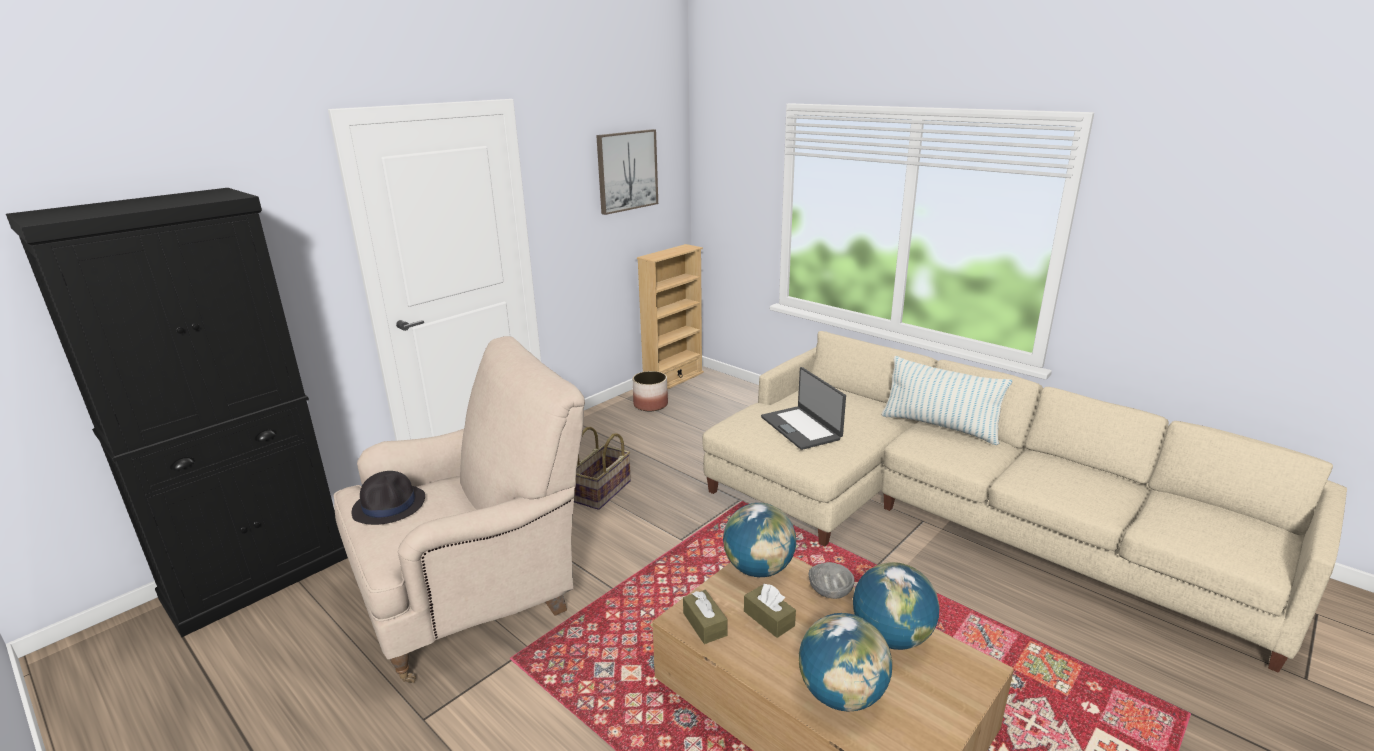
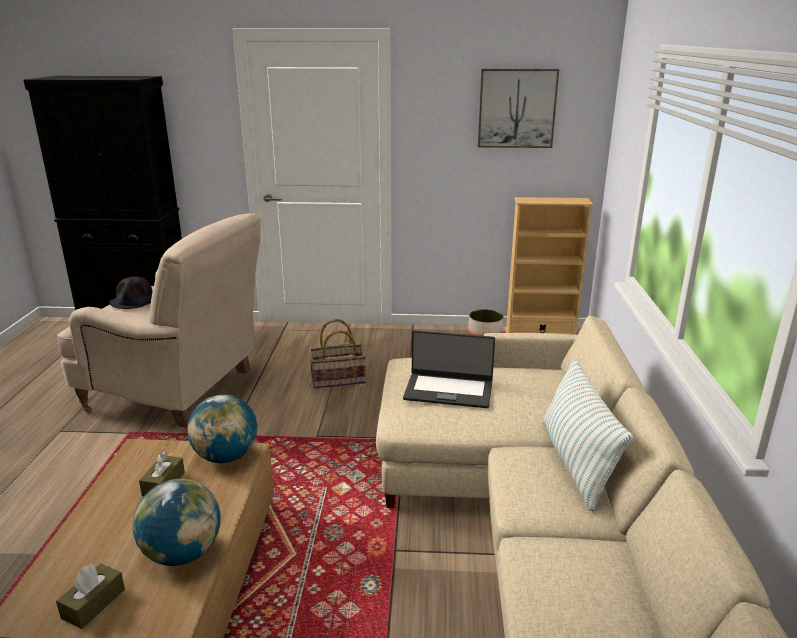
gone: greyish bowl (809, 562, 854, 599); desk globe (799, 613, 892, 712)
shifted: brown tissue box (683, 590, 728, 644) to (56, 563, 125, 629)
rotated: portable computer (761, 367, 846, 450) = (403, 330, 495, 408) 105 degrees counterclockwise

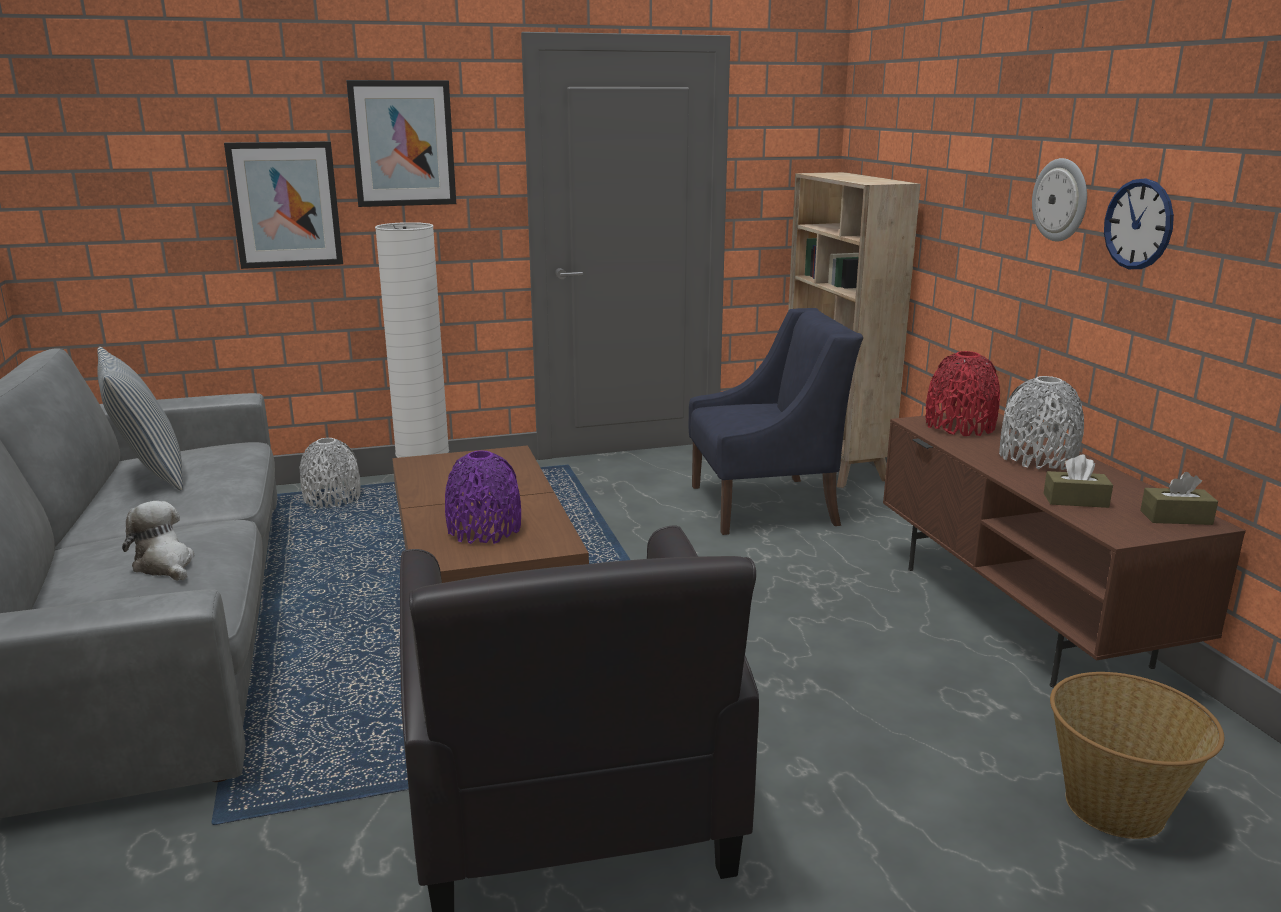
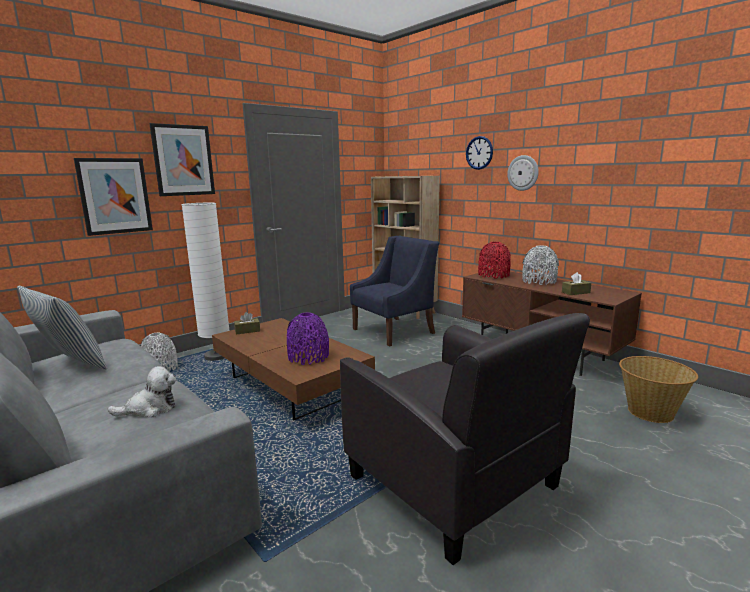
shifted: hanging clock (1104, 179, 1174, 269) to (466, 136, 493, 170); brown tissue box (1140, 472, 1218, 525) to (234, 312, 260, 335)
rotated: plush toy (122, 501, 194, 581) = (107, 366, 177, 418) 135 degrees clockwise

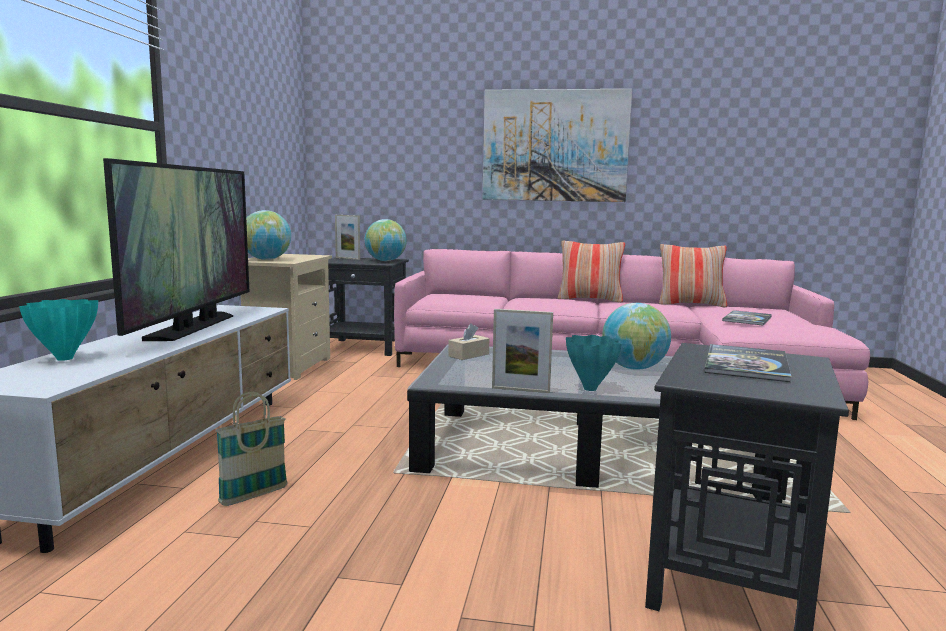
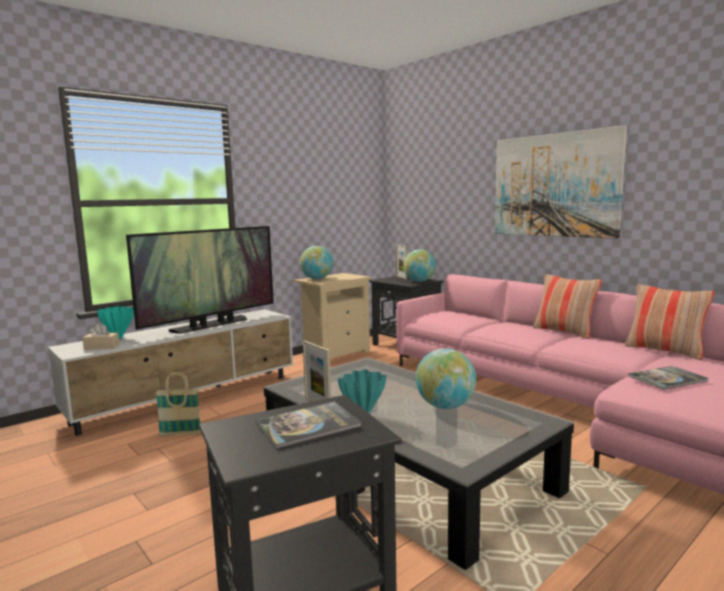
shifted: beige-coloured tissue box (448, 323, 489, 360) to (82, 323, 119, 350)

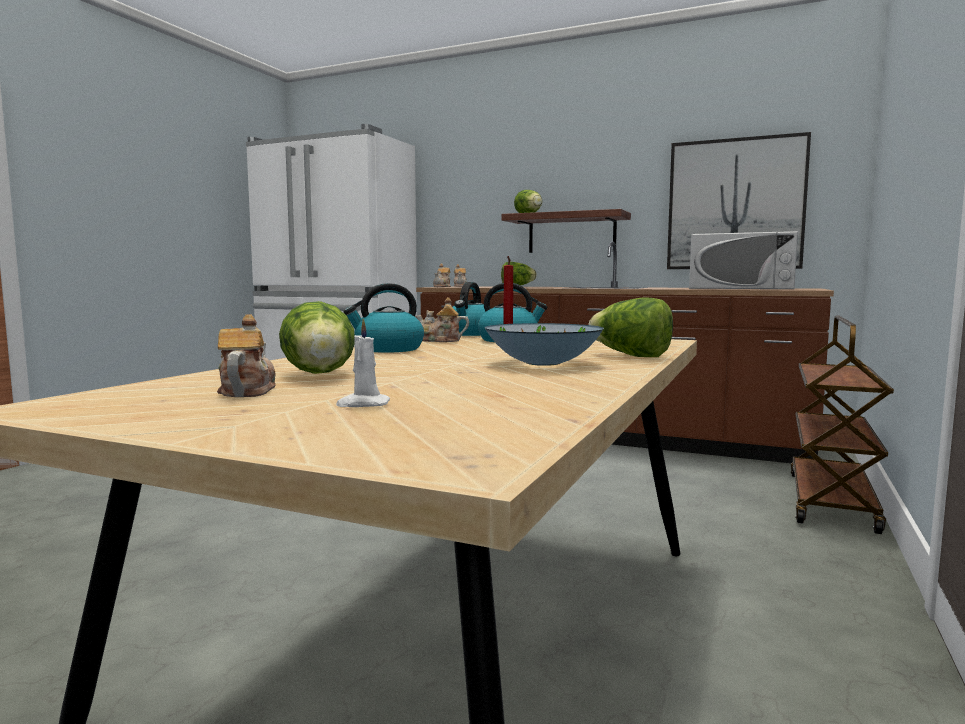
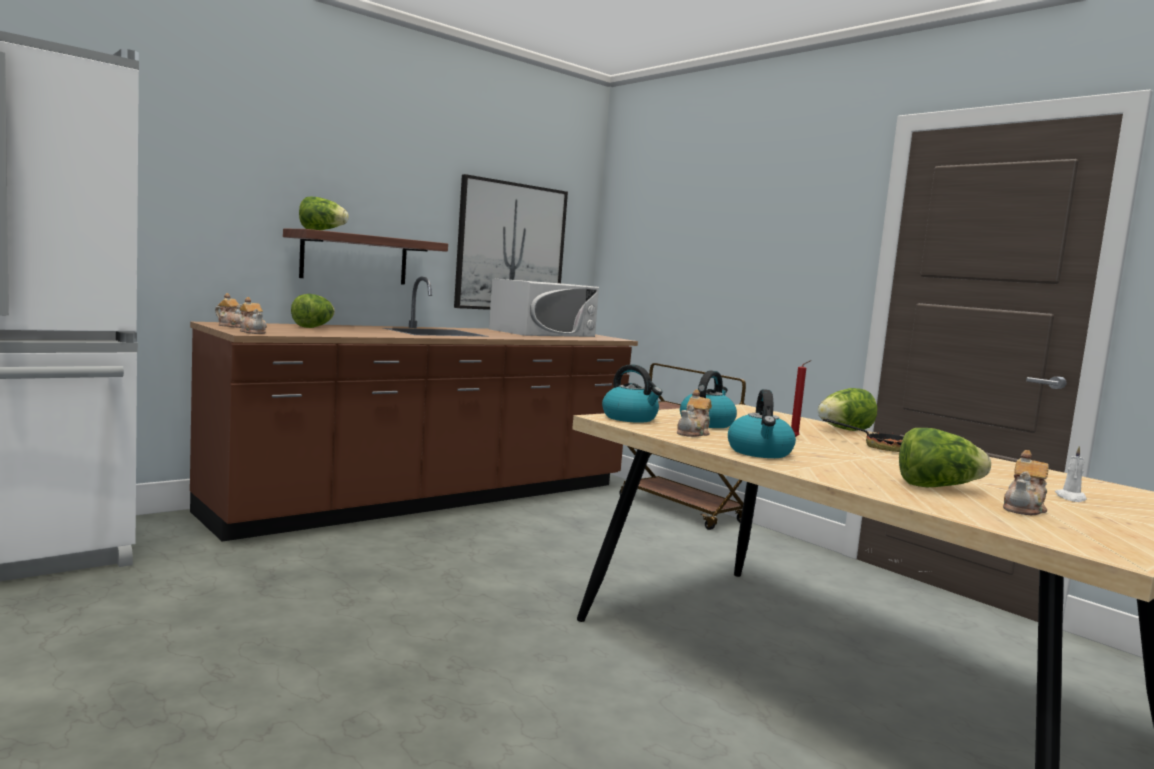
swapped: bowl (484, 323, 604, 366) to frying pan (823, 419, 903, 452)
rotated: pot for tea (217, 314, 276, 397) = (1003, 450, 1049, 515) 75 degrees counterclockwise

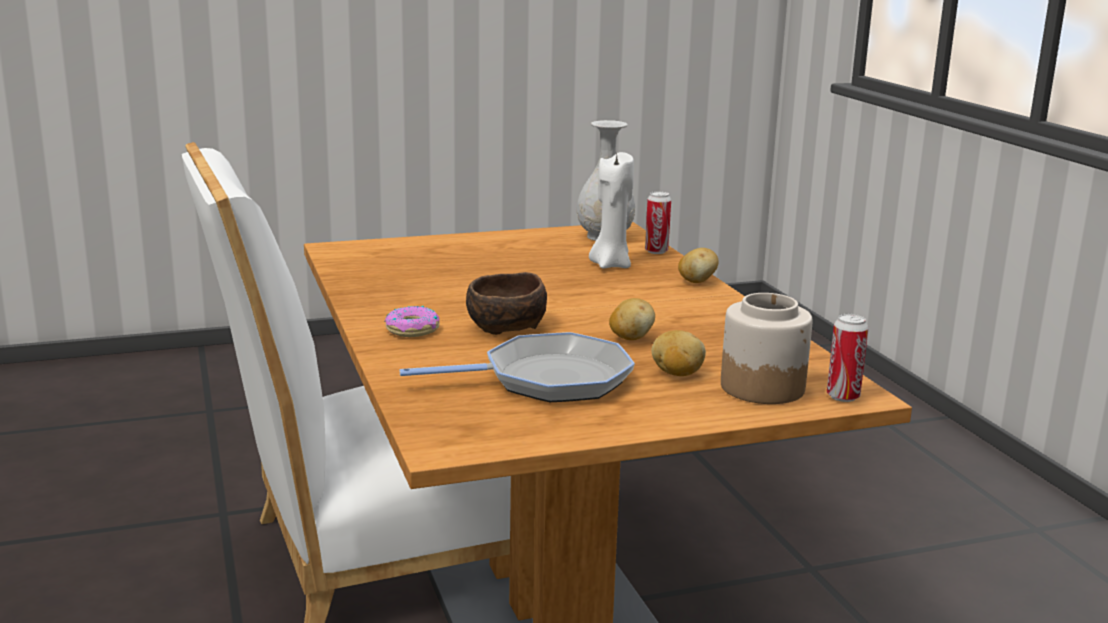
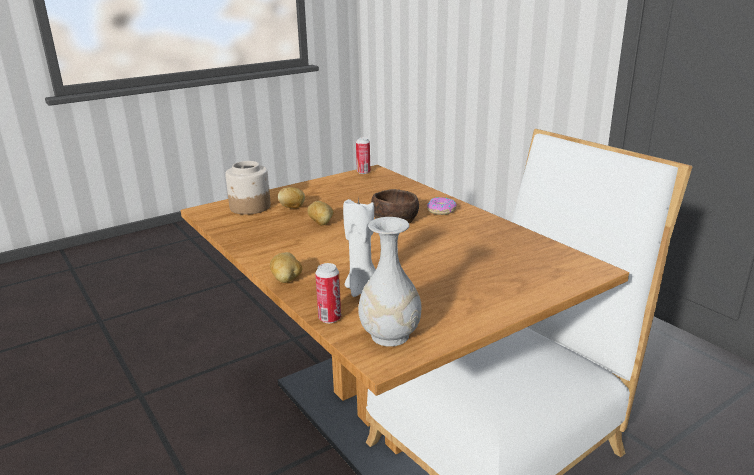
gone: frying pan (399, 332, 635, 402)
shifted: sealed can (827, 314, 869, 402) to (356, 137, 371, 174)

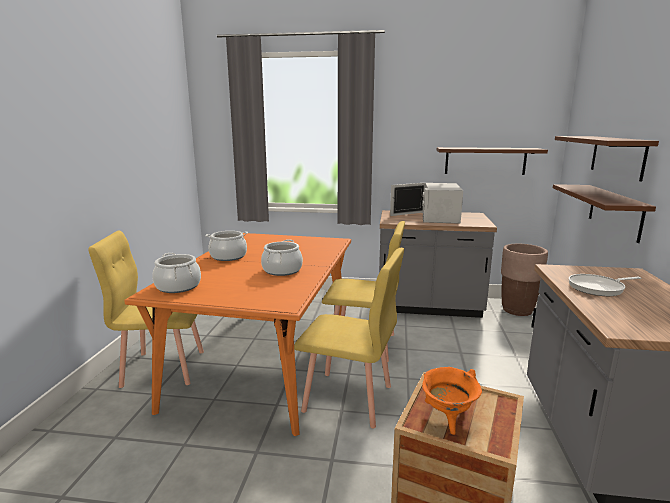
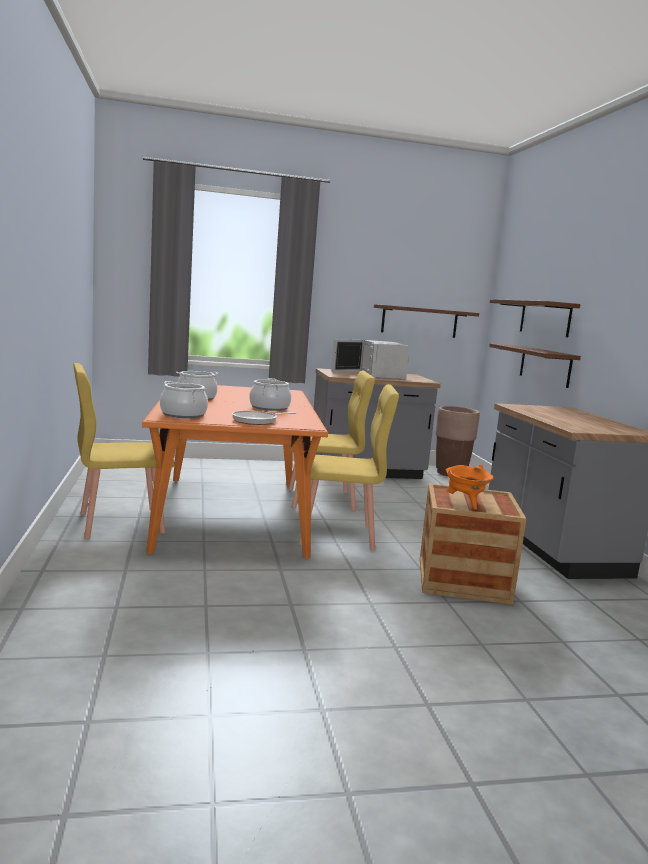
shifted: frying pan (569, 274, 641, 296) to (232, 411, 296, 425)

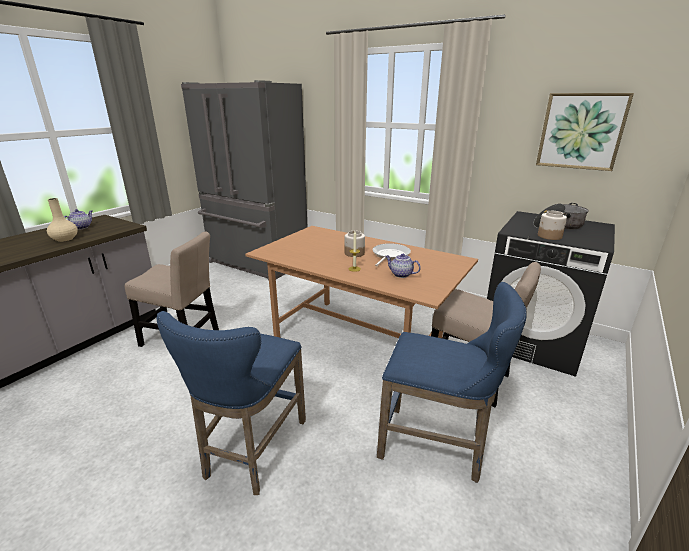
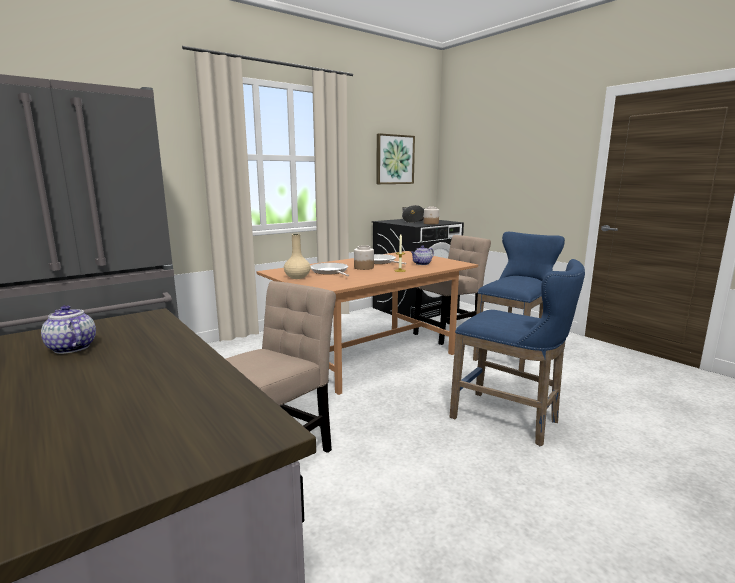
new: frying pan (311, 263, 349, 276)
shifted: beige-coloured decorative vase (47, 198, 78, 242) to (284, 234, 311, 279)

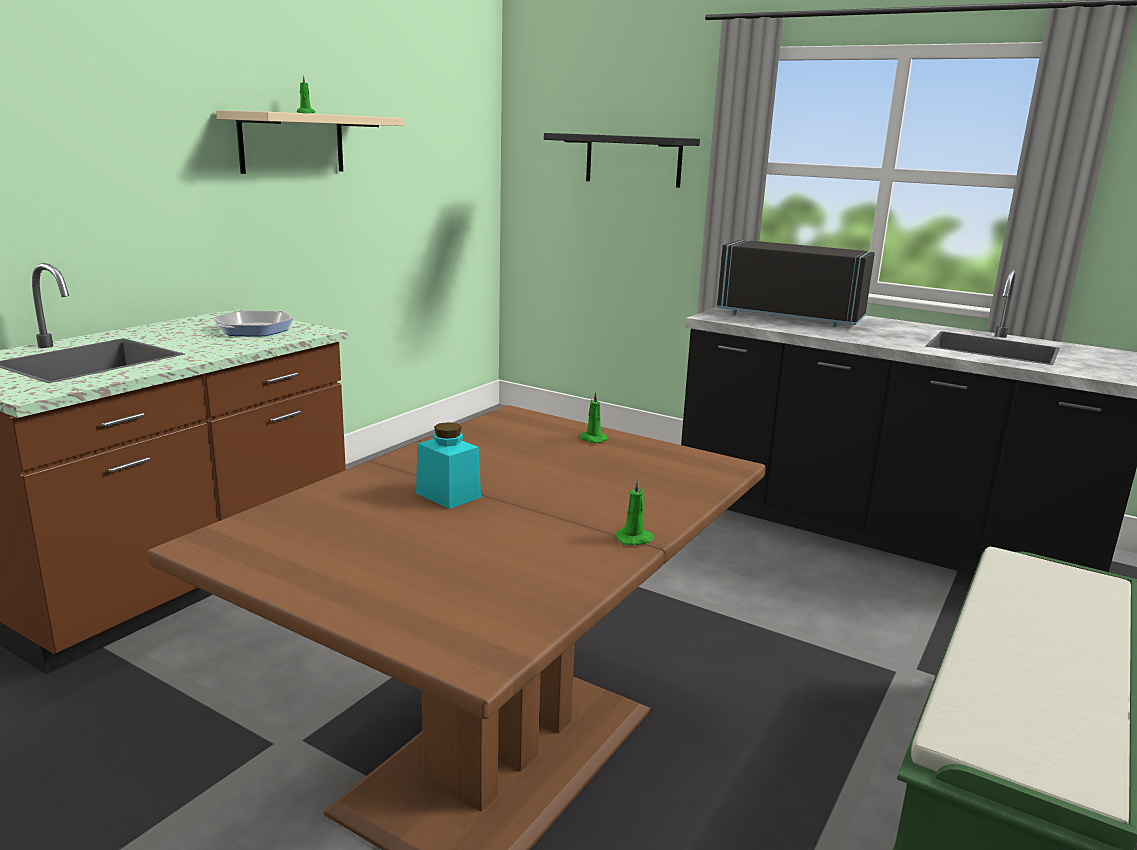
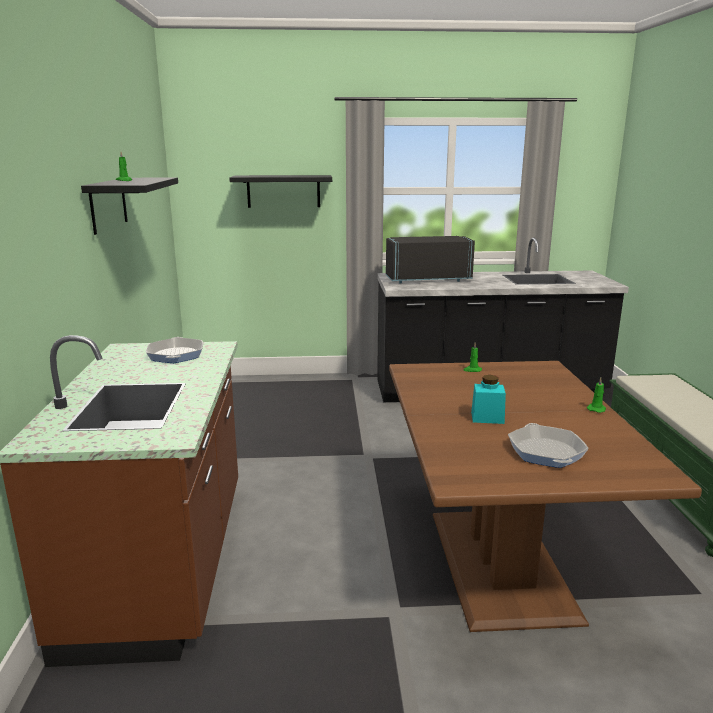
new: frying pan (508, 423, 589, 468)
repainted: beige-coloured bracket shelf (216, 110, 403, 174) to black-coloured bracket shelf (81, 178, 178, 235)

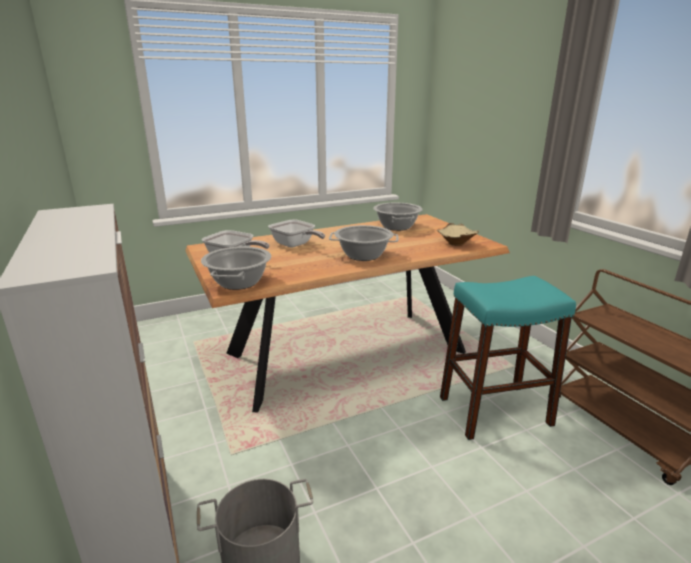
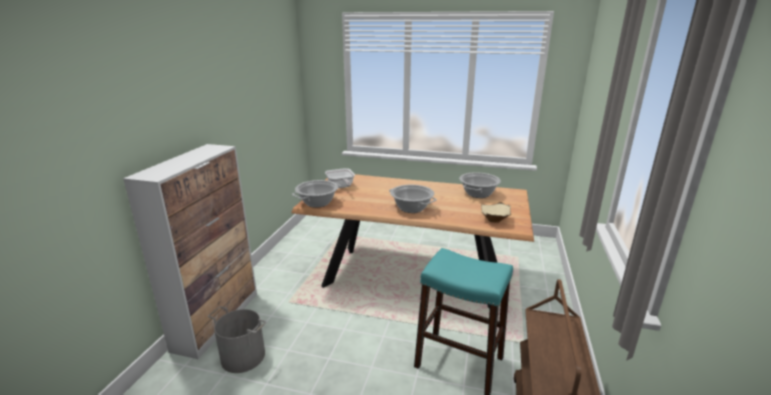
gone: frying pan (268, 219, 325, 247)

